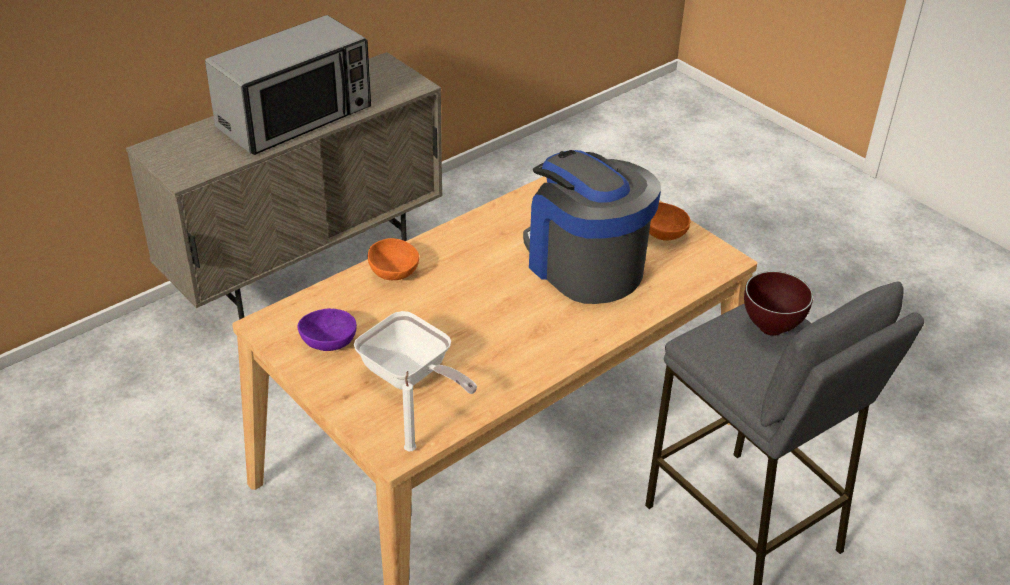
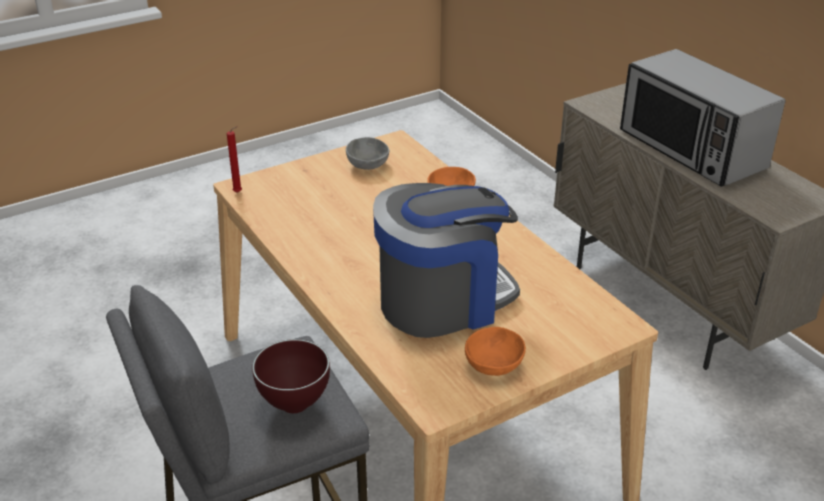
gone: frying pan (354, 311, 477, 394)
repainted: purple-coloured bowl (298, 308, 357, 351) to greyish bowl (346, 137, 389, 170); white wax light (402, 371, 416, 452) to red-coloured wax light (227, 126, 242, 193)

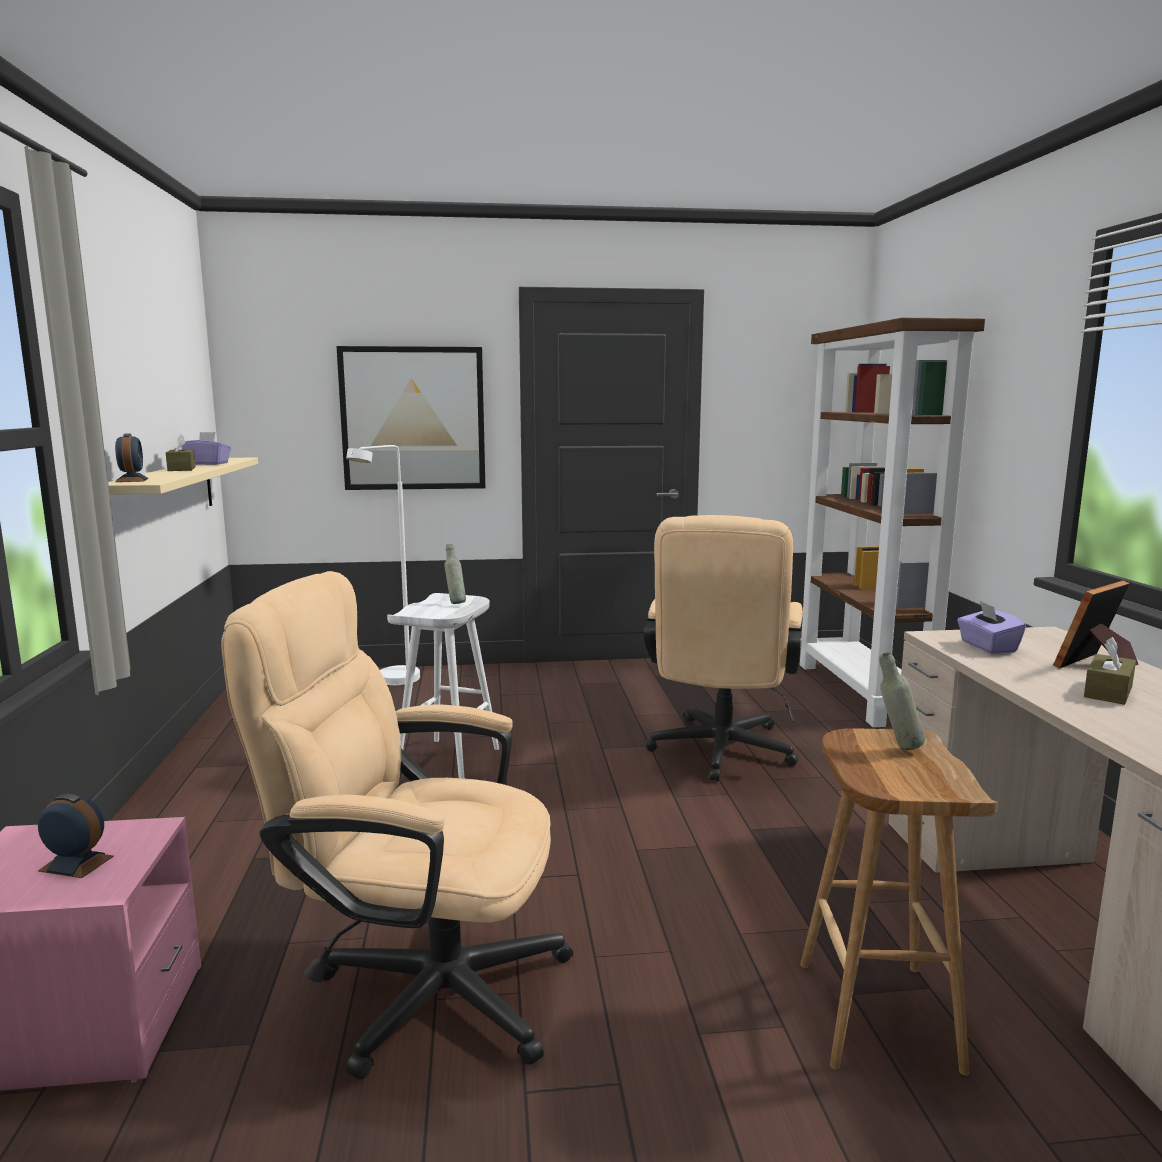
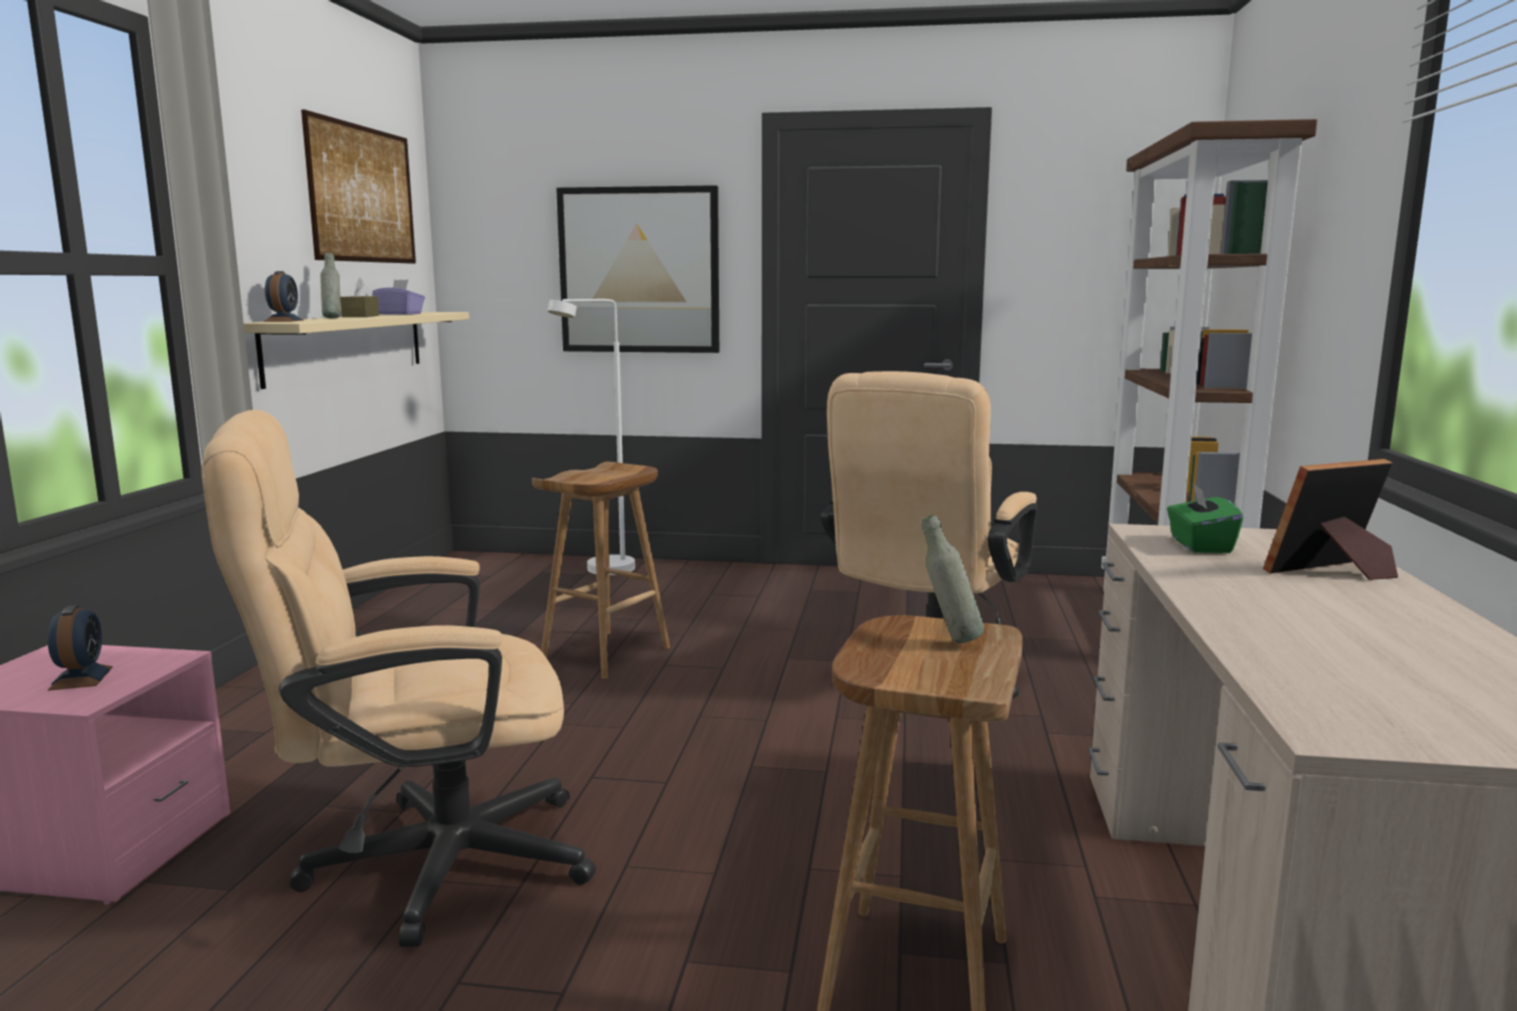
gone: brown tissue box (1084, 637, 1136, 705)
new: picture (301, 109, 416, 264)
shifted: greyish drink bottle (444, 544, 466, 604) to (320, 253, 341, 319)
repainted: white stool (387, 593, 499, 779) to brown stool (532, 462, 670, 679); purple-coloured tissue box (957, 601, 1026, 654) to green tissue box (1167, 483, 1243, 553)
rotated: beige-coloured office chair (221, 571, 573, 1079) = (201, 410, 596, 947) 45 degrees counterclockwise; alarm clock (38, 794, 114, 878) = (47, 605, 113, 691) 45 degrees clockwise

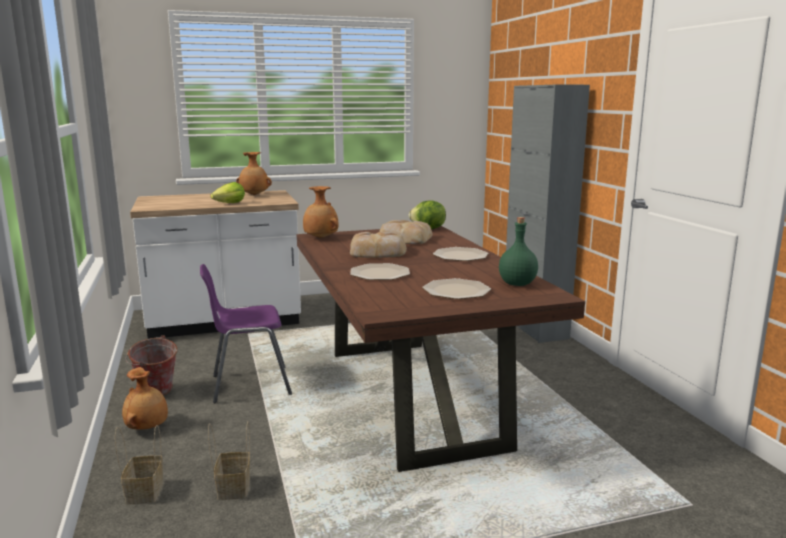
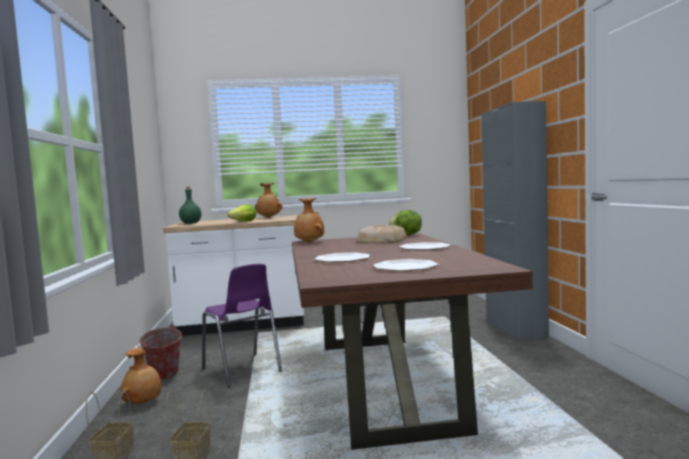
gone: bakery bread (350, 232, 407, 258)
shifted: green drink bottle (499, 217, 538, 286) to (179, 187, 201, 224)
rotated: purple-coloured upright chair (200, 264, 292, 403) = (202, 264, 282, 388) 120 degrees counterclockwise

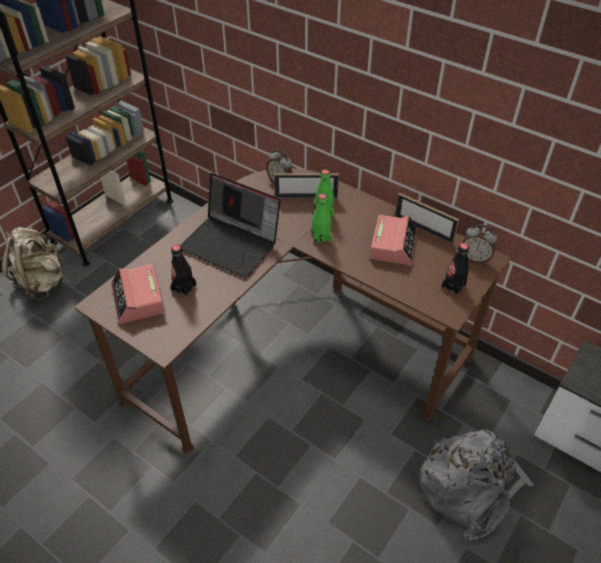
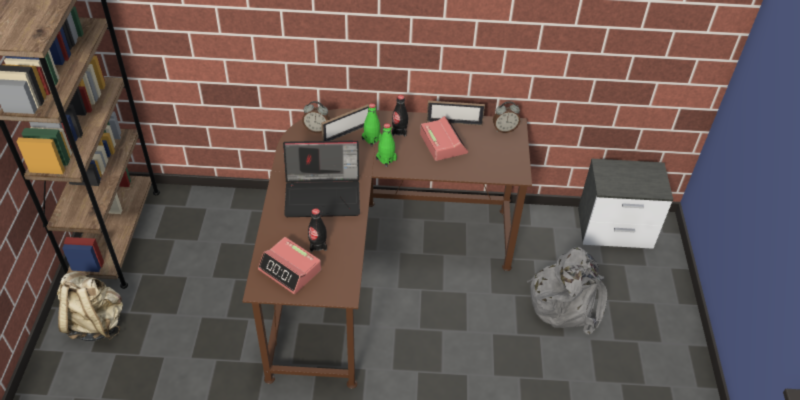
shifted: black-coloured drink bottle (441, 243, 469, 296) to (392, 95, 408, 137)

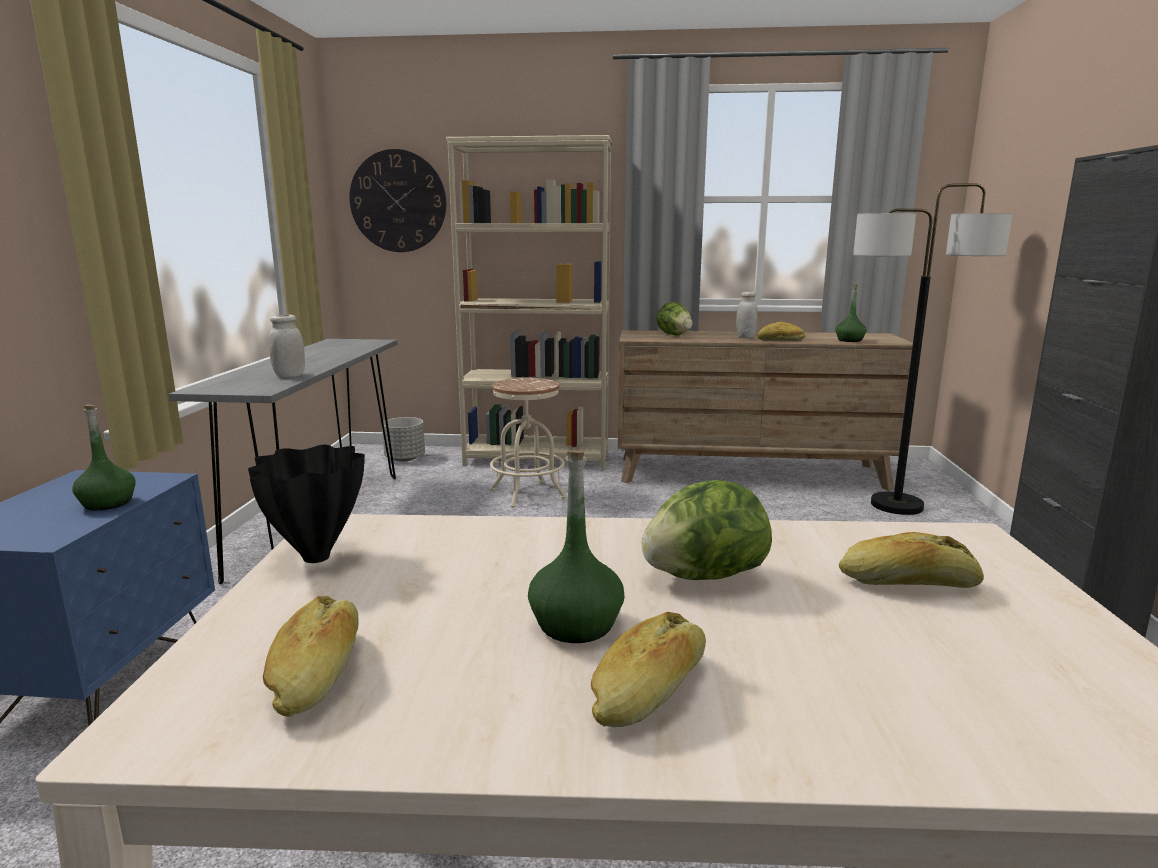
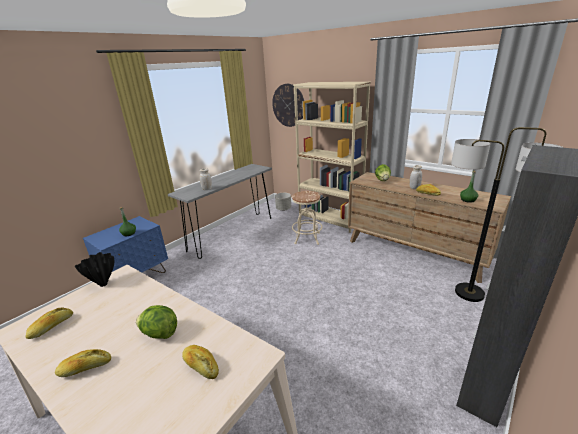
gone: green drink bottle (528, 450, 624, 643)

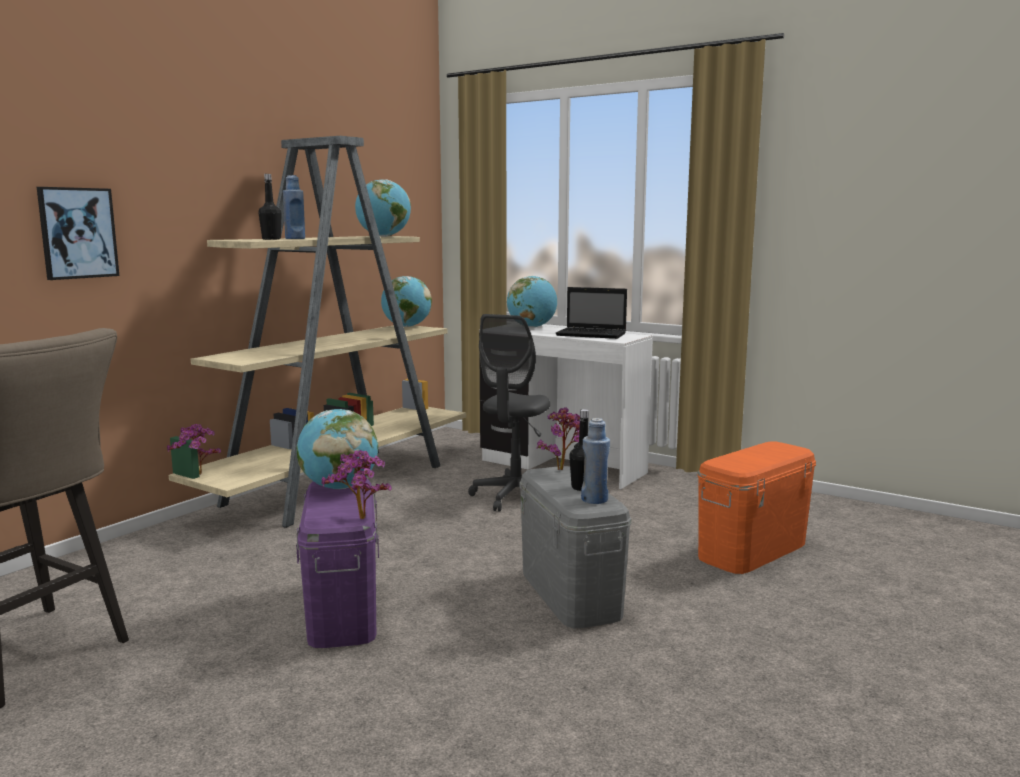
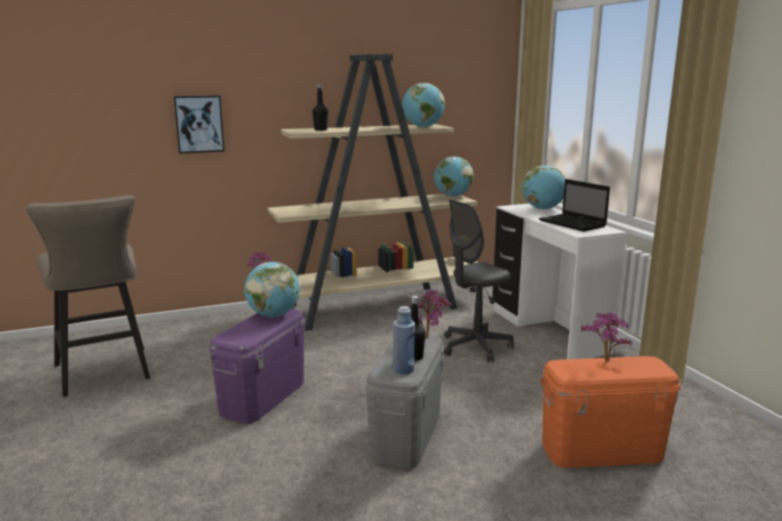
gone: blue-coloured drink bottle (283, 175, 305, 239)
shifted: houseplant (321, 450, 392, 519) to (581, 312, 632, 361)

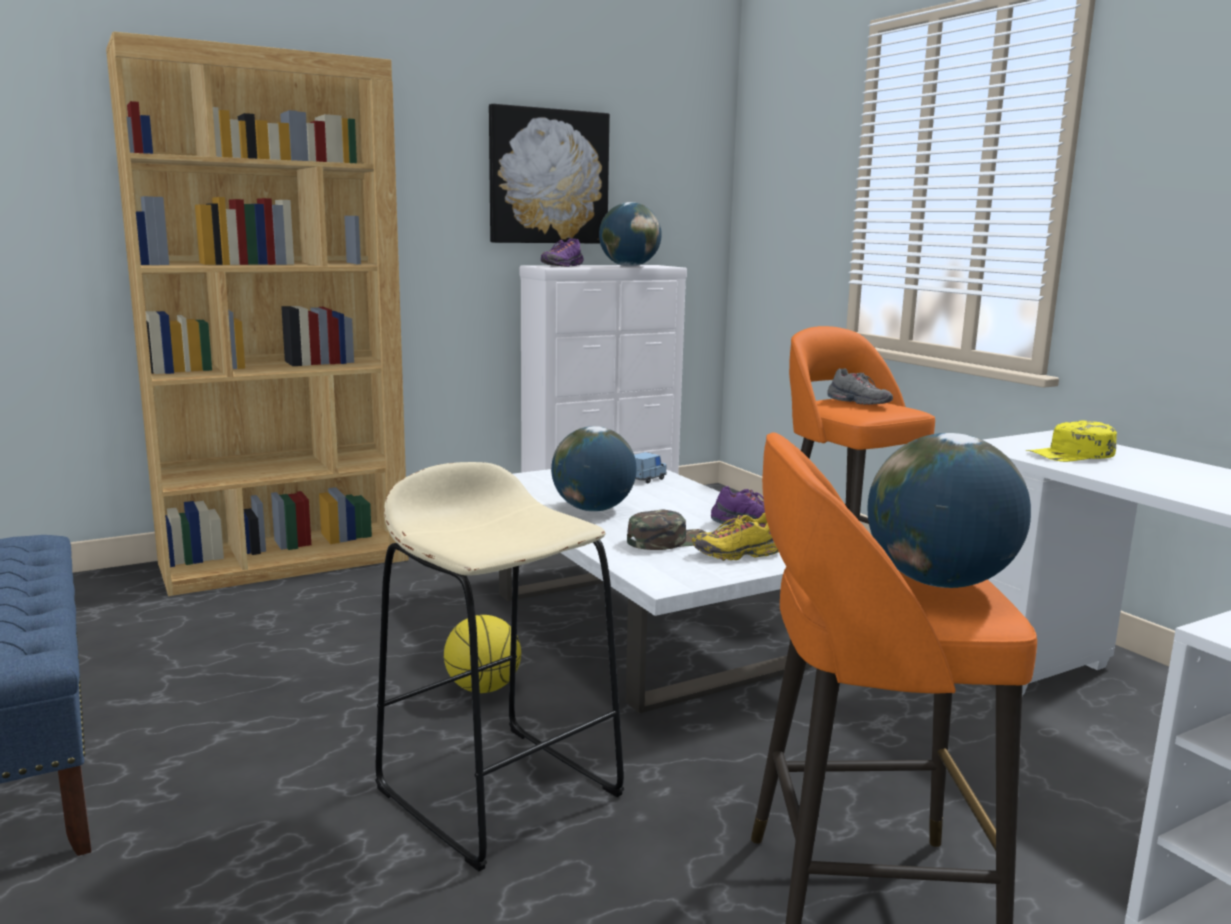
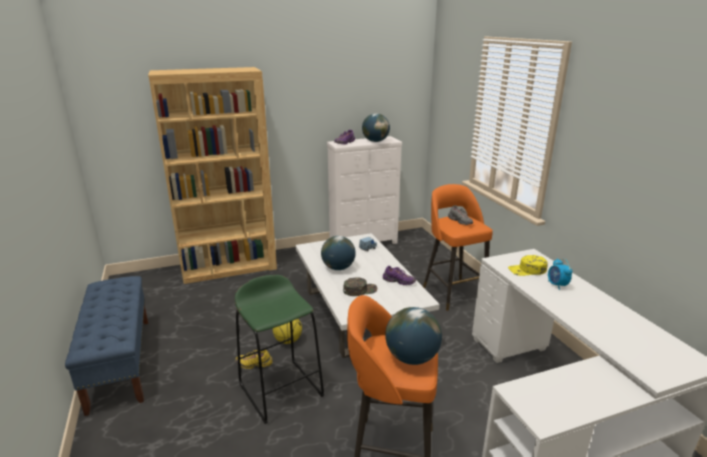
gone: picture (489, 104, 610, 243)
new: alarm clock (548, 259, 573, 290)
shifted: yellow item of footwear (692, 513, 779, 561) to (235, 350, 273, 369)
repainted: beige-coloured stool (375, 462, 624, 871) to green stool (235, 275, 324, 424)

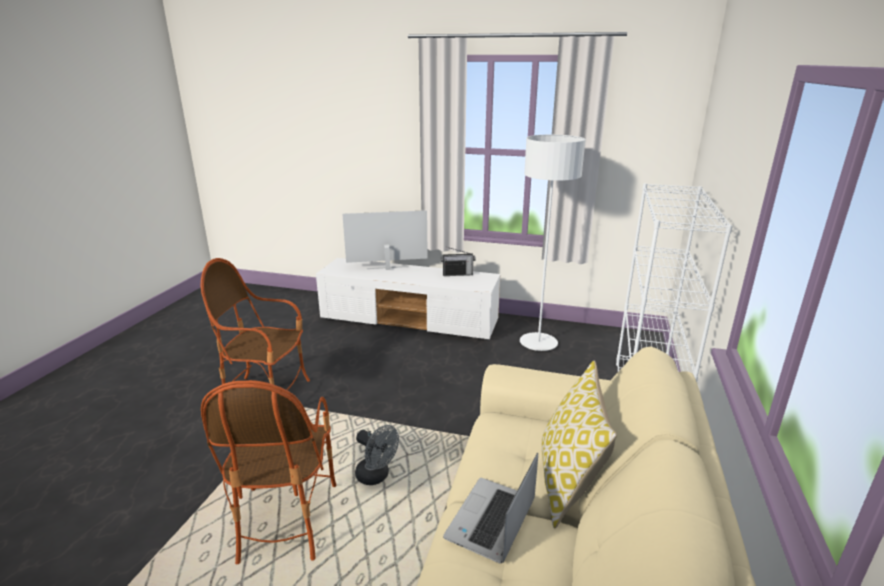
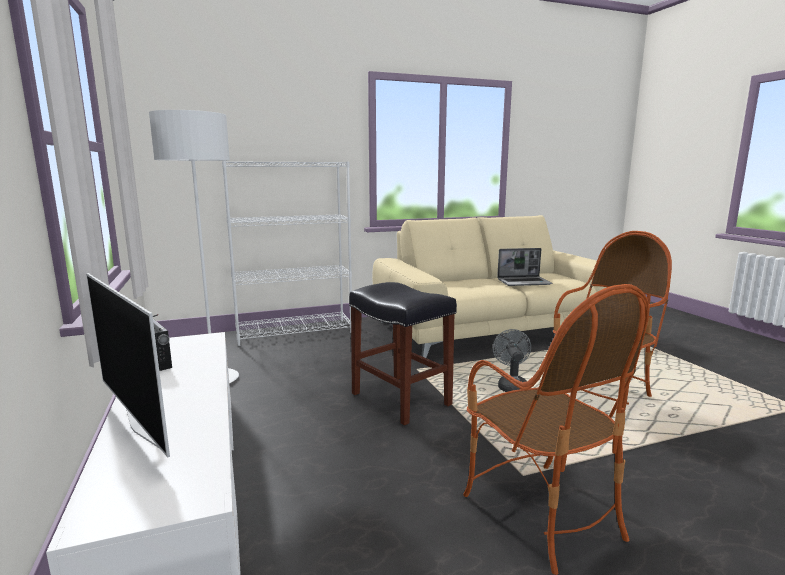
gone: throw pillow (542, 361, 617, 529)
new: black-coloured stool (349, 282, 457, 425)

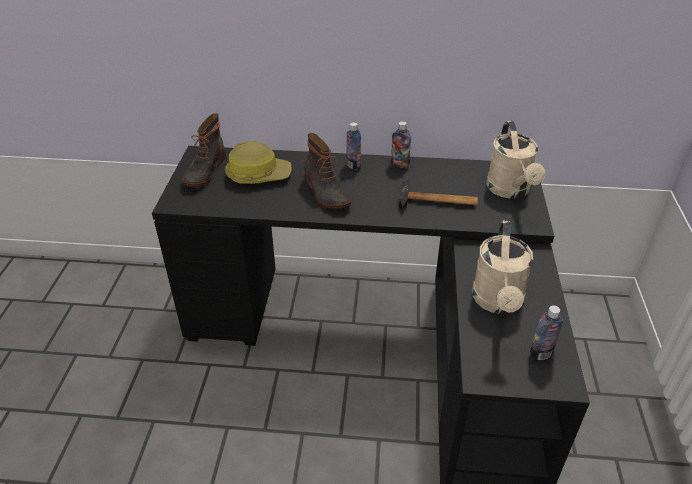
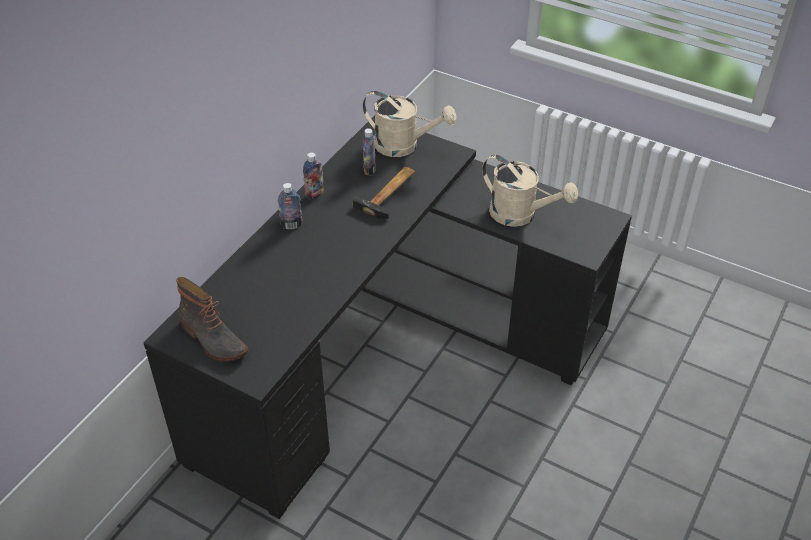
gone: tall boot (304, 133, 351, 209); hard hat (225, 141, 292, 184)
shifted: drink bottle (529, 305, 563, 360) to (363, 128, 376, 176)

